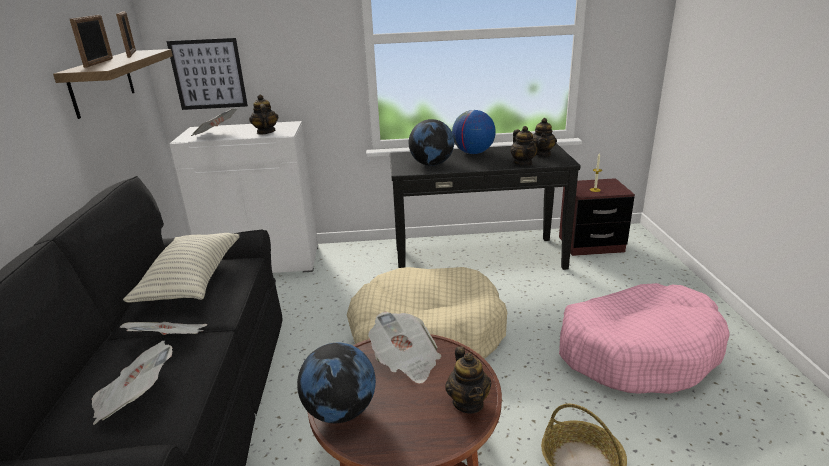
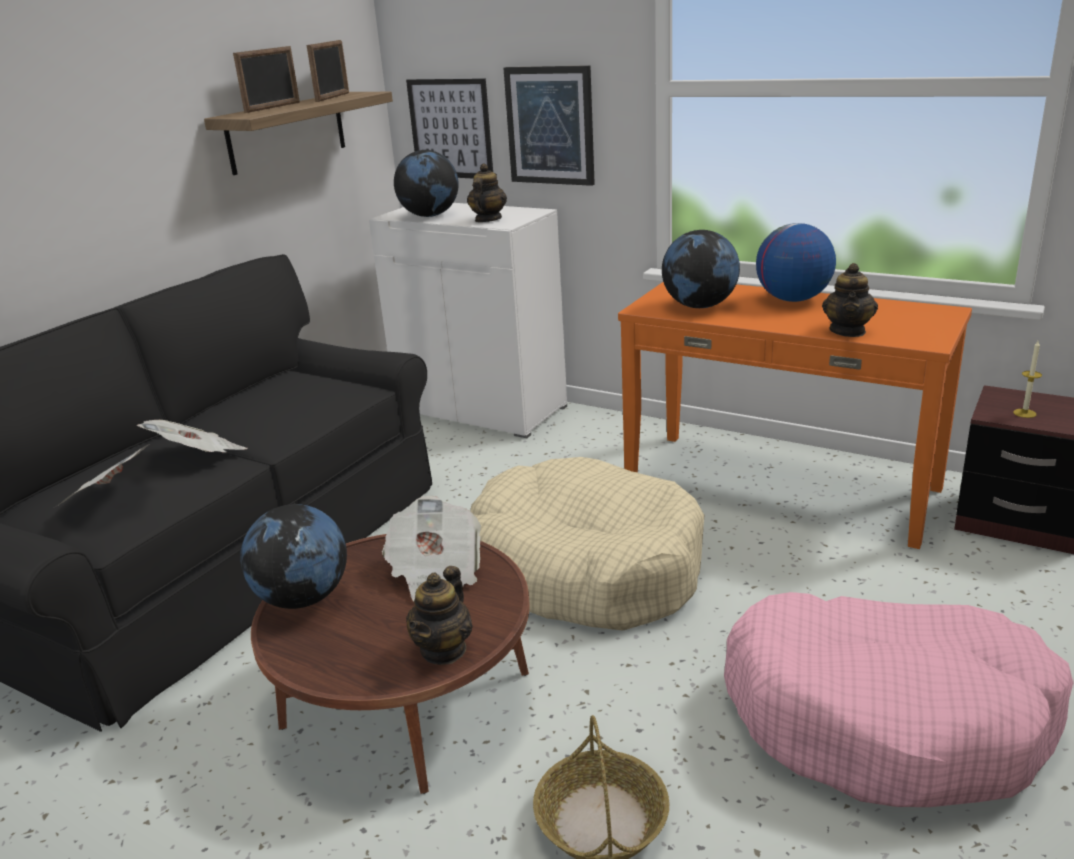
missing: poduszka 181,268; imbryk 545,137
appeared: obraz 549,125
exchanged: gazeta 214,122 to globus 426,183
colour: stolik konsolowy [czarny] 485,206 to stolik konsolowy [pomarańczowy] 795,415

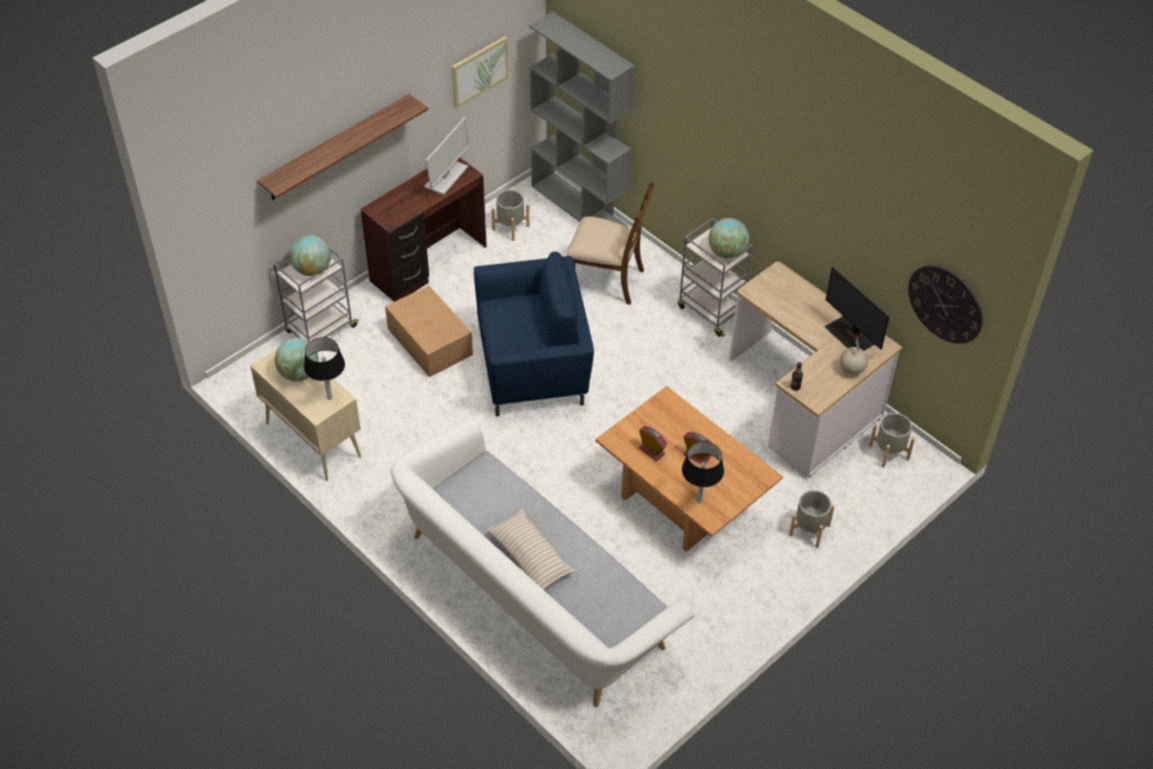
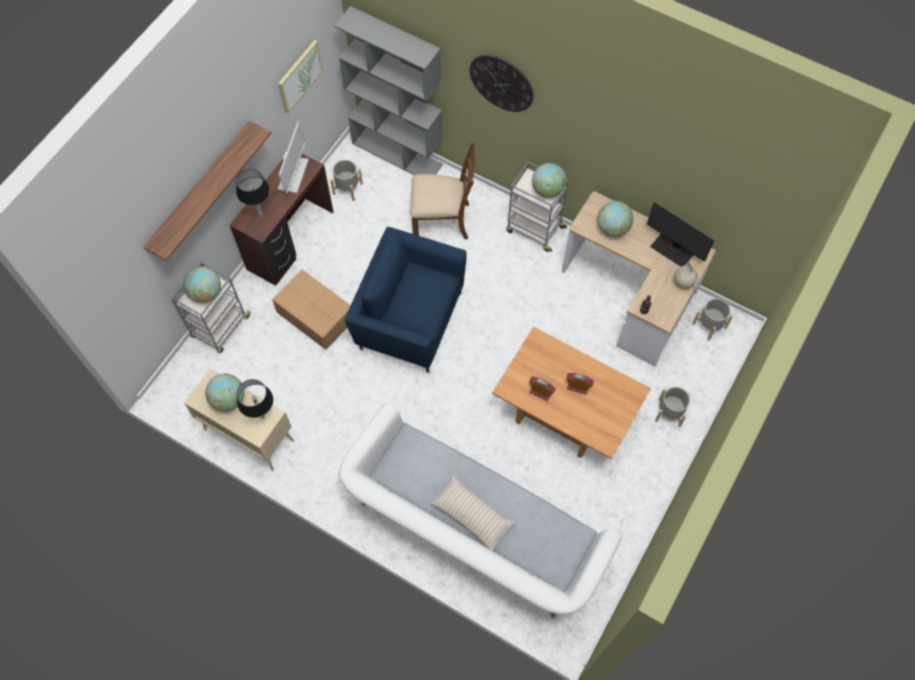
appeared: globus 615,219
relocated: lampa stołowa [czarny] 703,472 to 253,192; zegar ścienny 945,304 to 501,83
spun: fotel [niebieski] 534,334 = 406,300 135 degrees counterclockwise

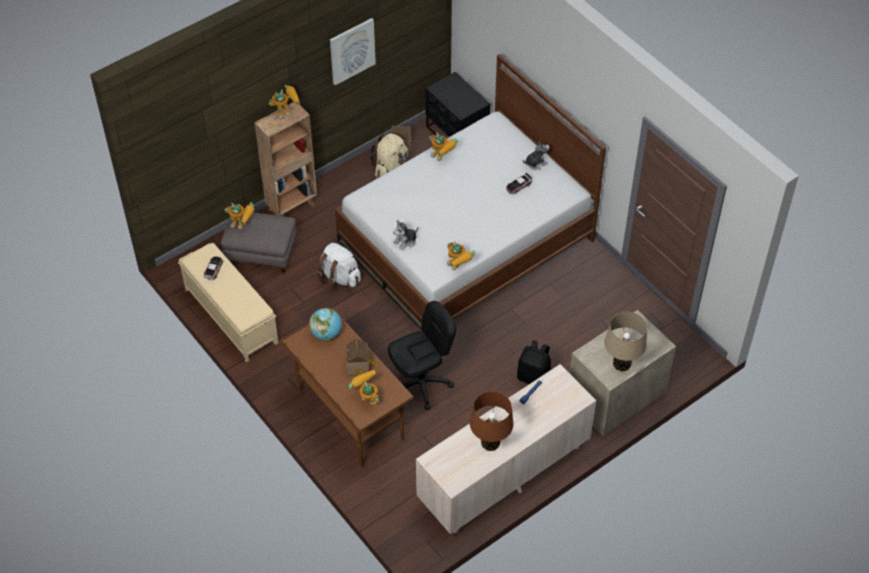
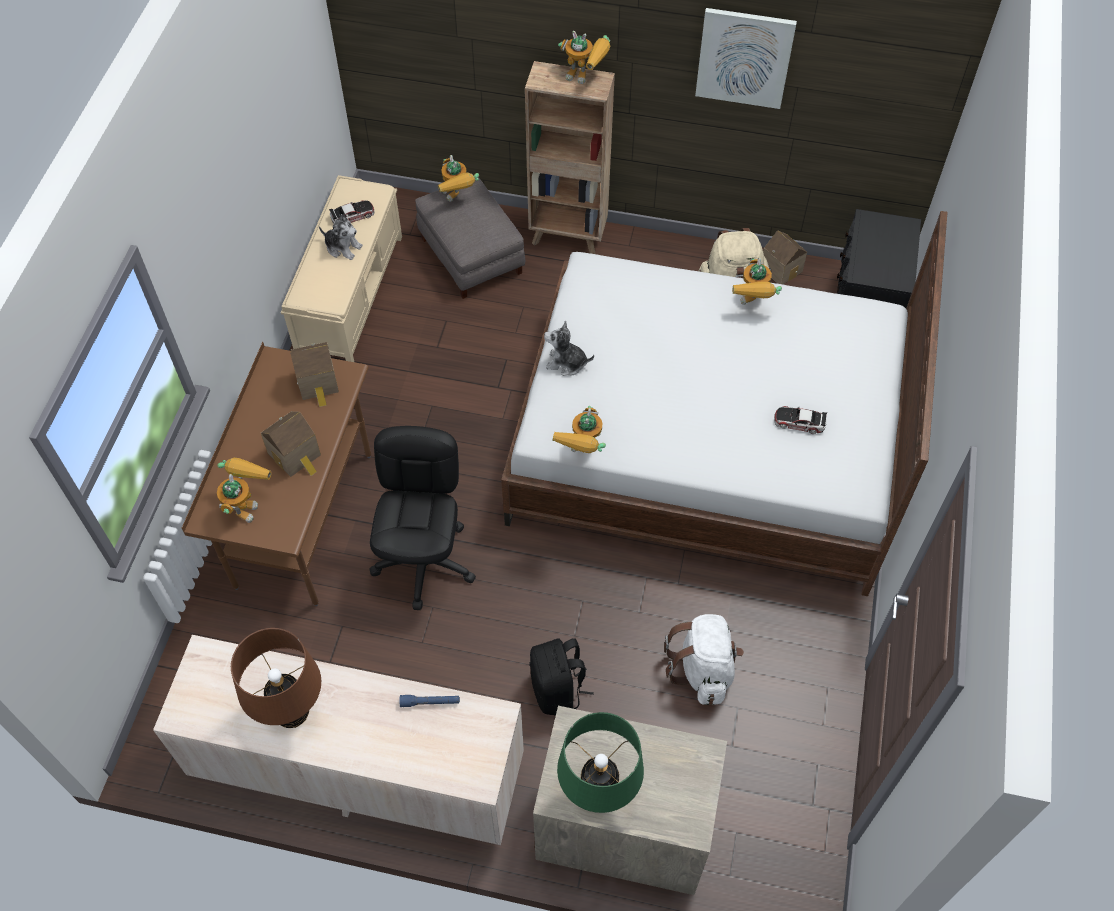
relocated: plecak [biały] 339,266 to 704,660; pluszak 536,155 to 341,237
exchanged: globus 325,324 to domek 314,374
colour: lampa stołowa [beżowy] 625,342 to lampa stołowa [zielony] 600,762
spun: krzesło biurowe [czarny] 422,355 = 422,518 105 degrees counterclockwise

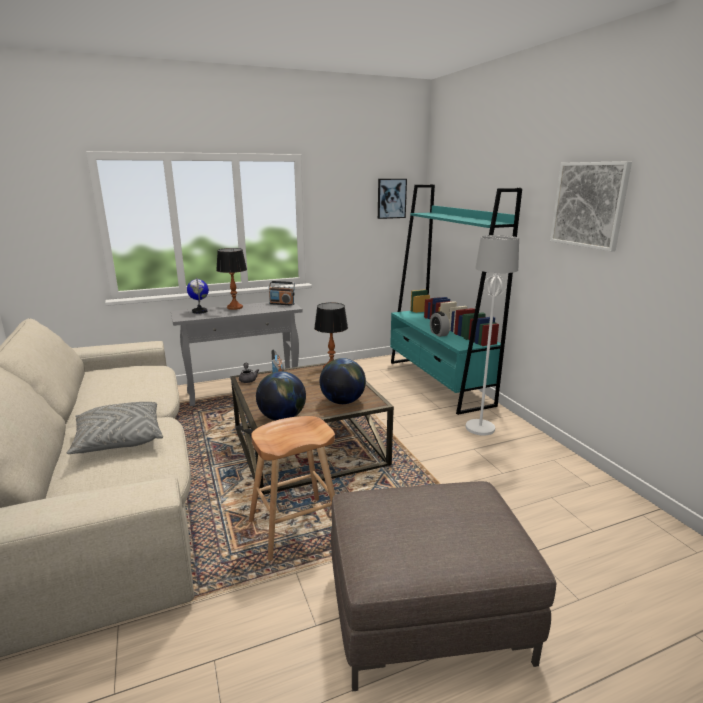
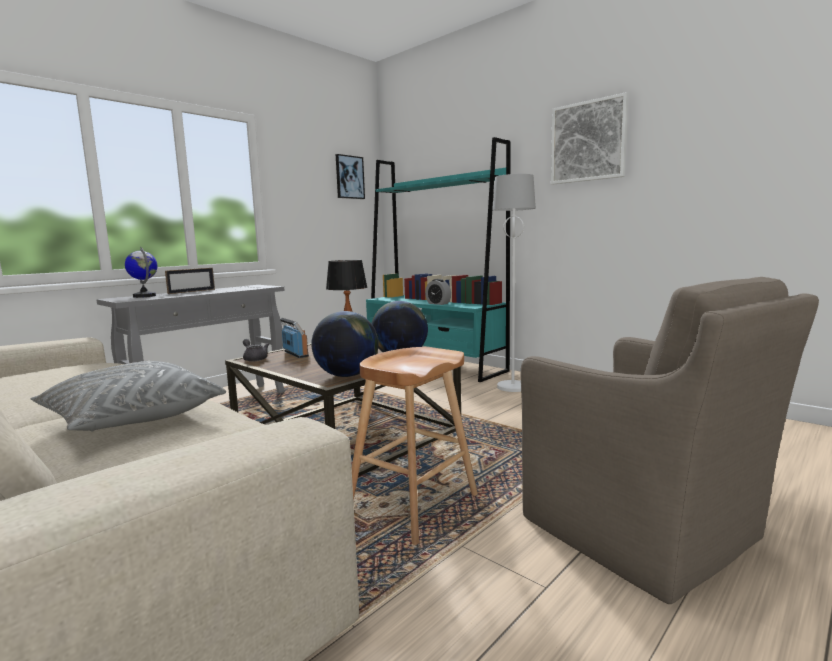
missing: radio 282,293
exchanged: lampa stołowa 231,279 to ramka na zdjęcie 190,281; pufa [brązowy] 443,586 to fotel [brązowy] 670,440

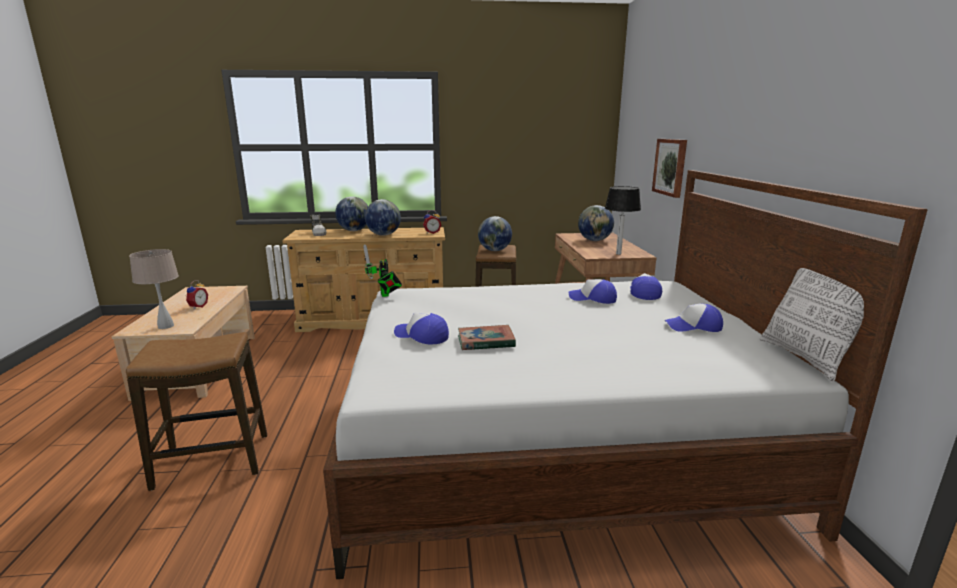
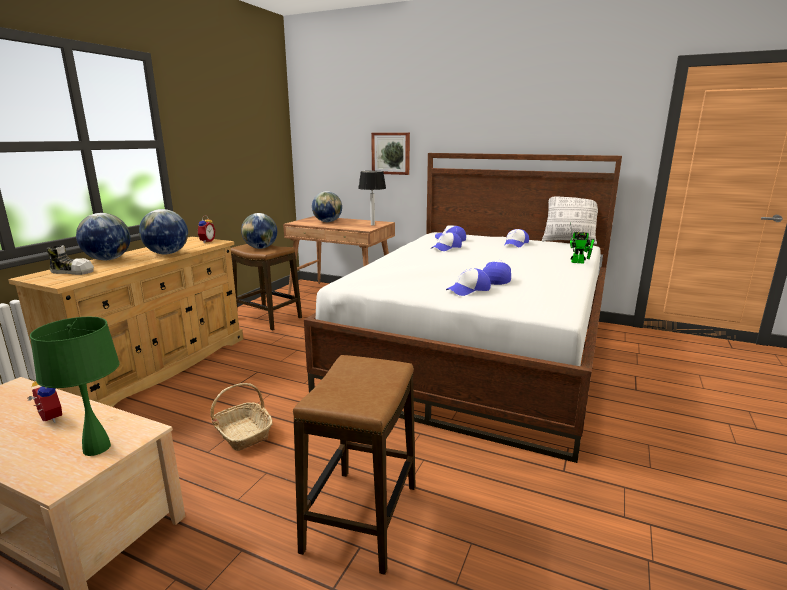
appeared: koszyk 241,417
relocated: robot zabawkowy 382,270 to 582,243
exchanged: książka 487,337 to czapka z daszkiem 497,272
colour: lampa stołowa [beżowy] 154,289 to lampa stołowa [zielony] 75,386

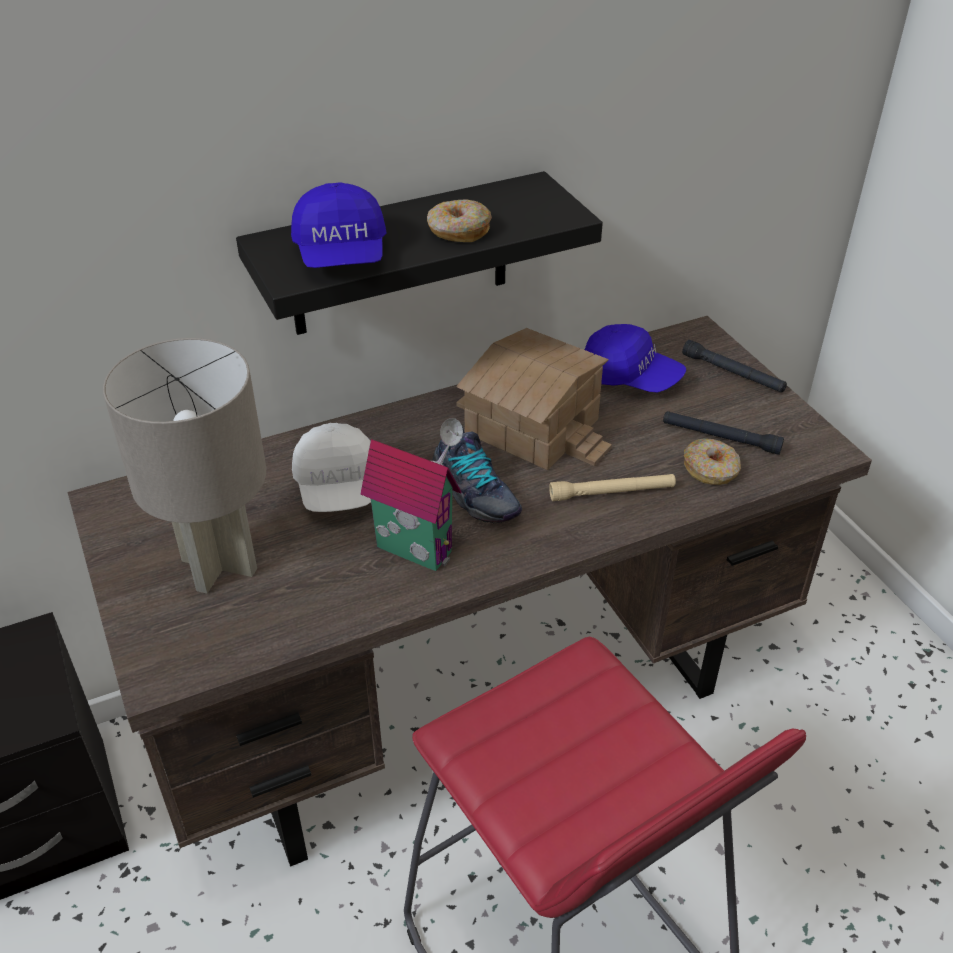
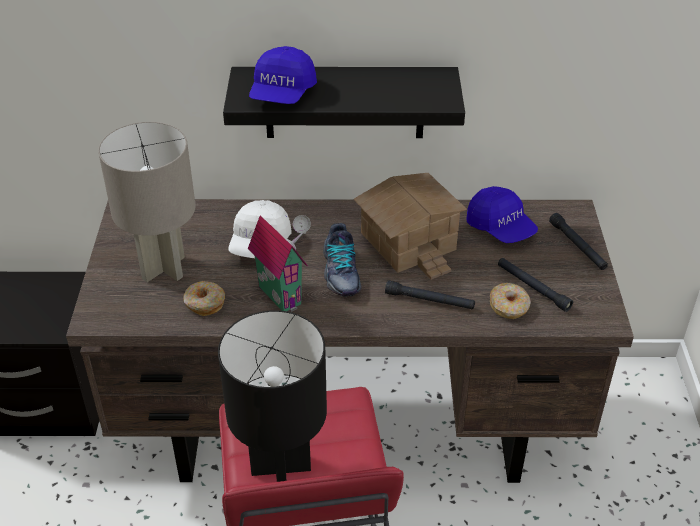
appeared: lampa stołowa [czarny] 272,396
relocated: donut 459,220 to 204,298
colour: latarka [beżowy] 612,487 to latarka [czarny] 430,294

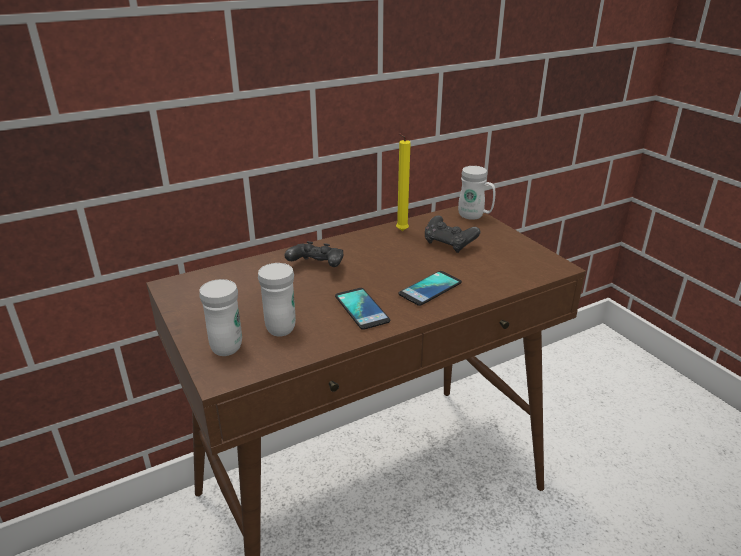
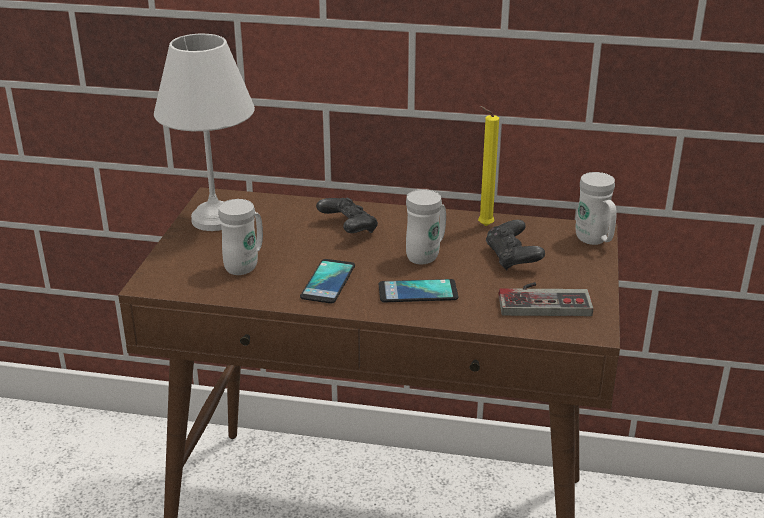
appeared: lampa stołowa [biały] 204,132; pad do gier 546,299
relocated: kubek [biały] 220,317 to 426,227

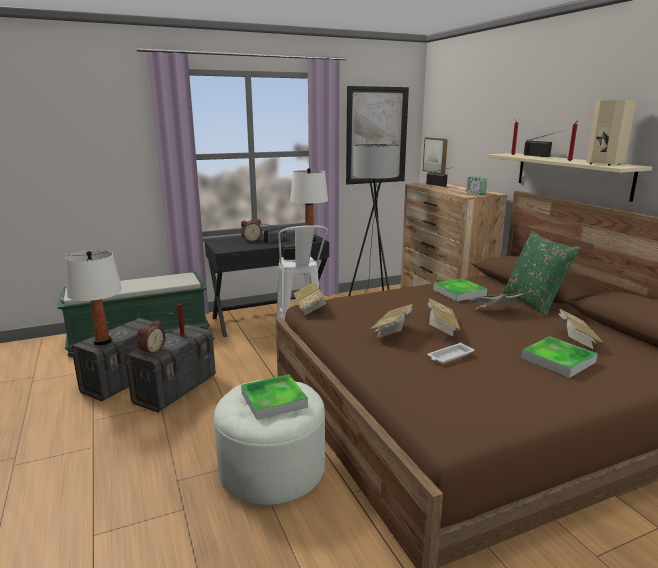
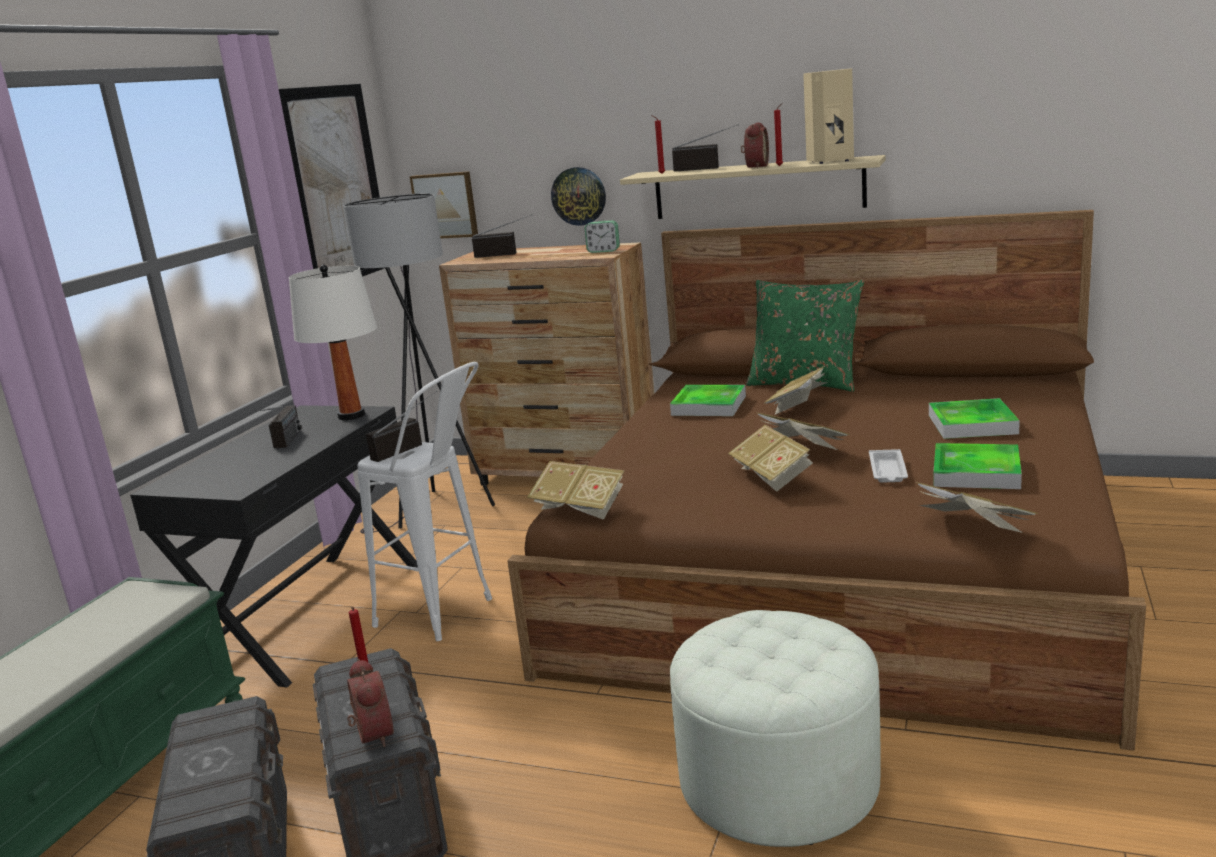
missing: lampa stołowa [biały] 93,297
appeared: zegar ścienny 578,196
relocated: budzik 251,230 to 755,145; taca 274,397 to 977,466; książka 580,329 to 977,507

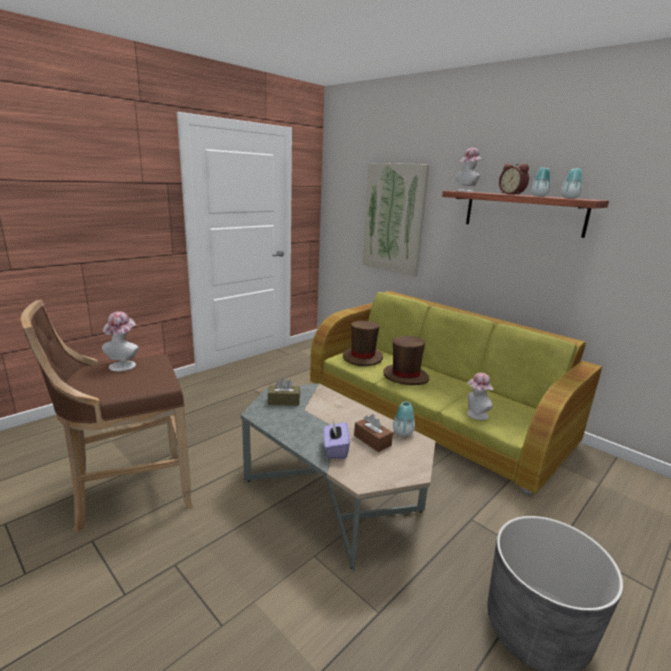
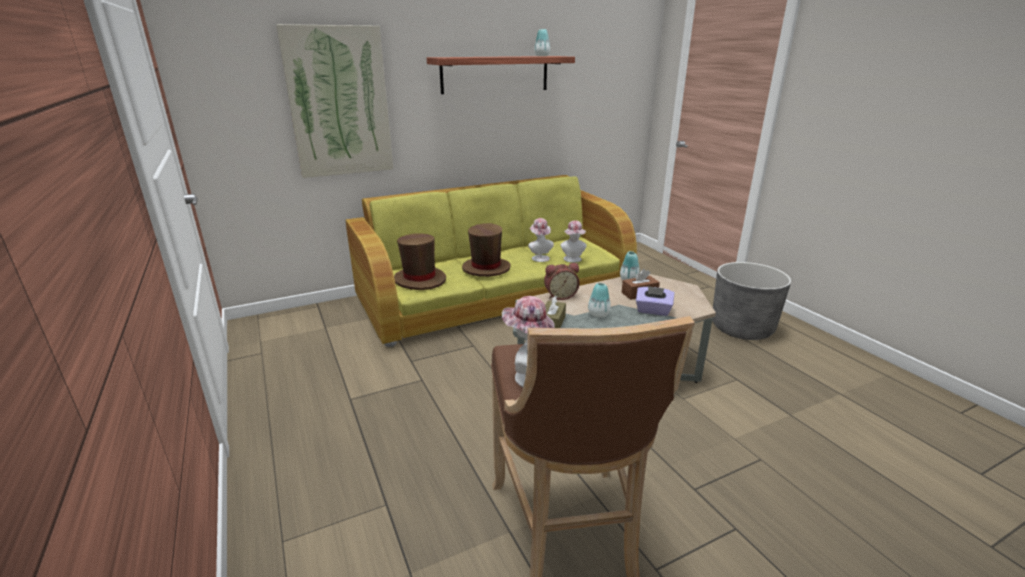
relocated: kapelusz 469,170 to 541,240; budzik 514,179 to 562,281; wazon 540,181 to 599,300

